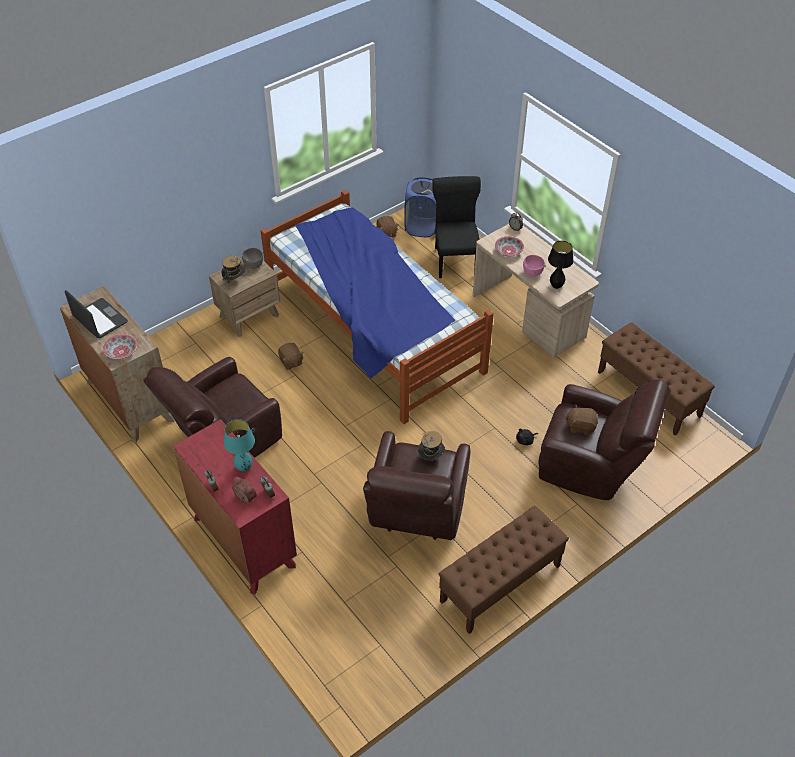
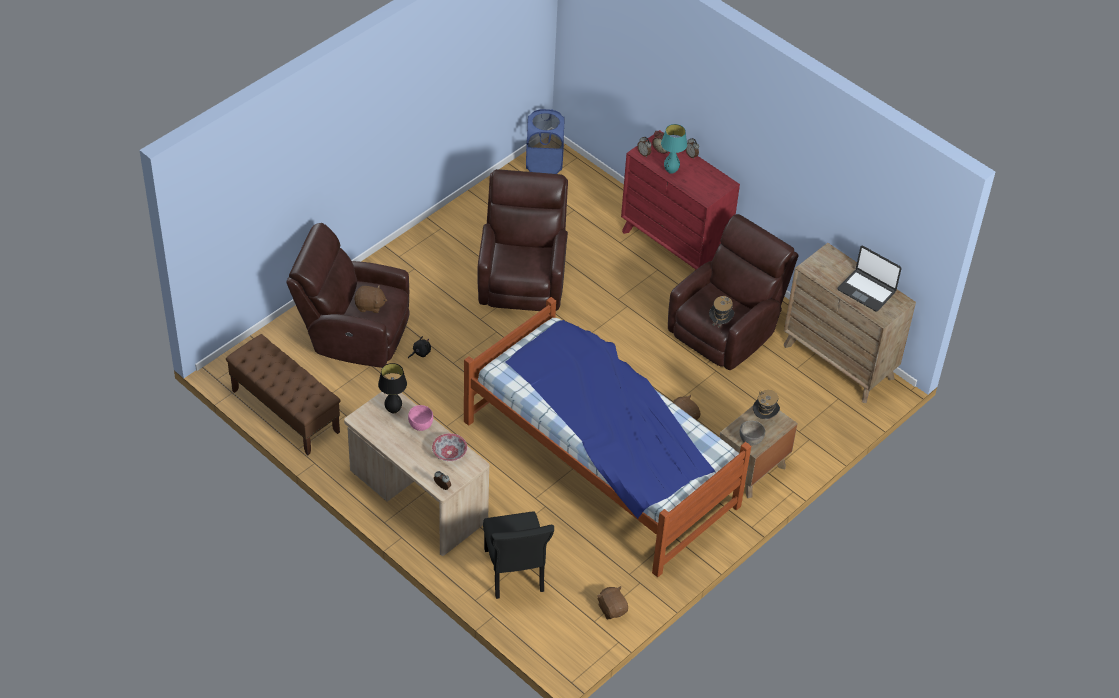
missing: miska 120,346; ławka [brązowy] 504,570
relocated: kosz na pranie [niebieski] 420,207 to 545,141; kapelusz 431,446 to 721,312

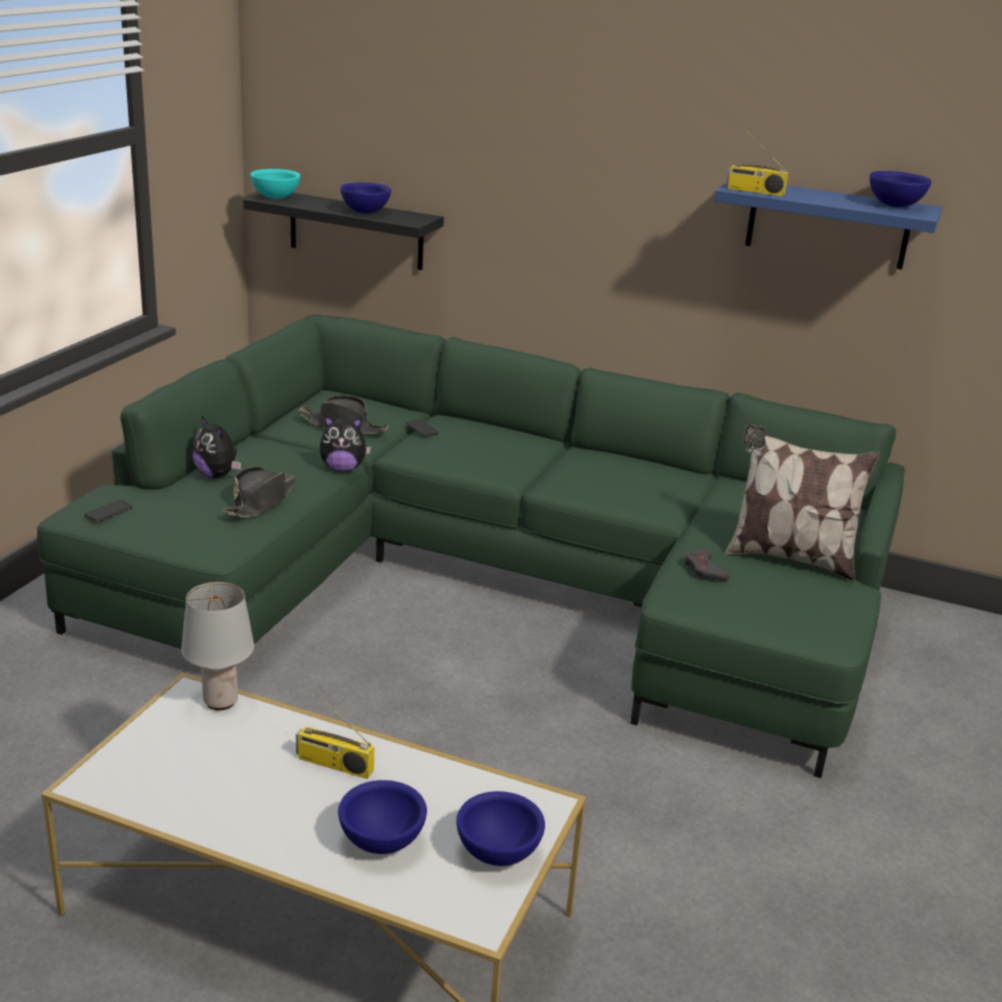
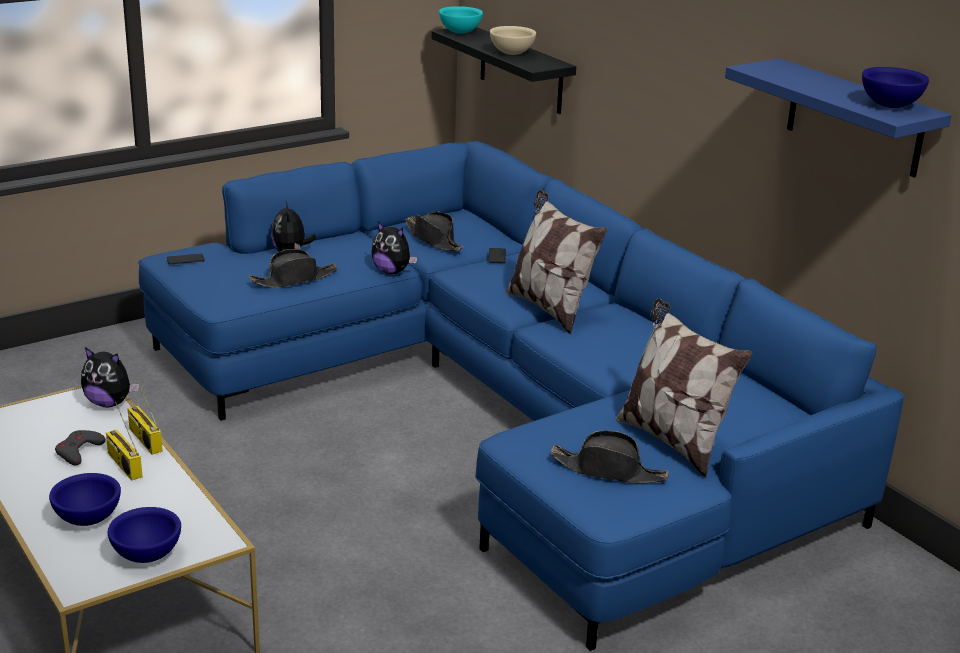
appeared: poduszka 556,262; kapelusz [czarny] 609,457
relocated: pad do gier [szary] 707,565 to 80,447; radio 757,164 to 145,416
exchanged: lampa stołowa [szary] 217,646 to pluszak 110,377
colour: kanapa [zielony] 471,546 to kanapa [niebieski] 521,396; miska [niebieski] 365,198 to miska [beżowy] 513,40

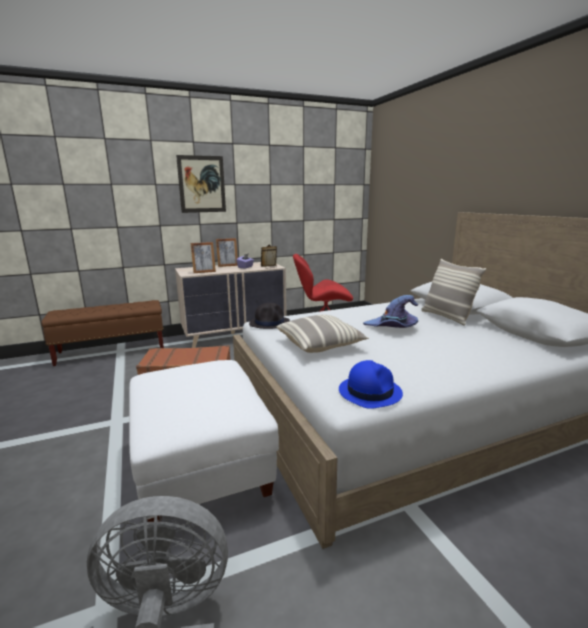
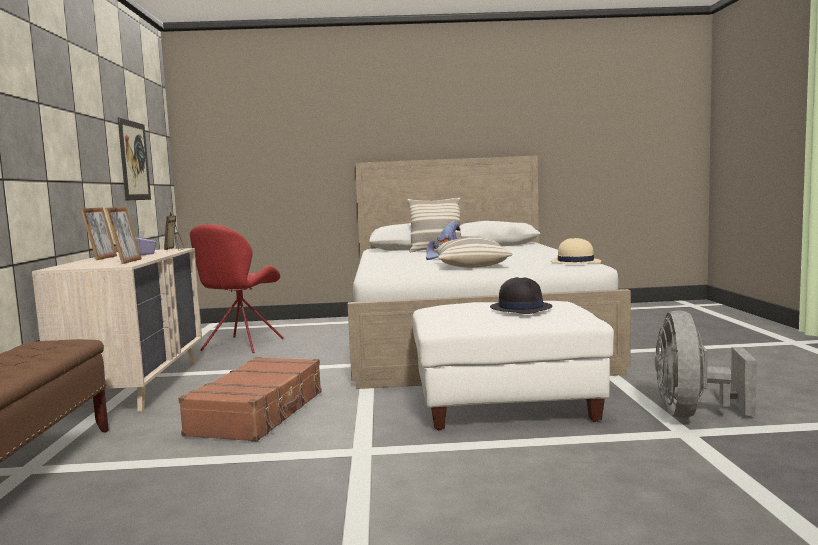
relocated: obraz 201,184 to 134,159; kapelusz [czarny] 269,316 to 521,295
colour: kapelusz [niebieski] 371,384 to kapelusz [beżowy] 576,251

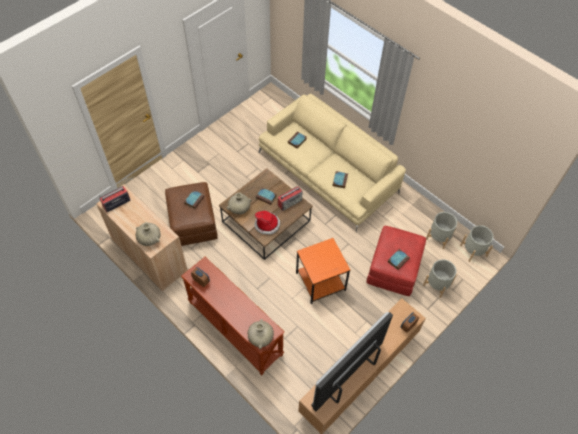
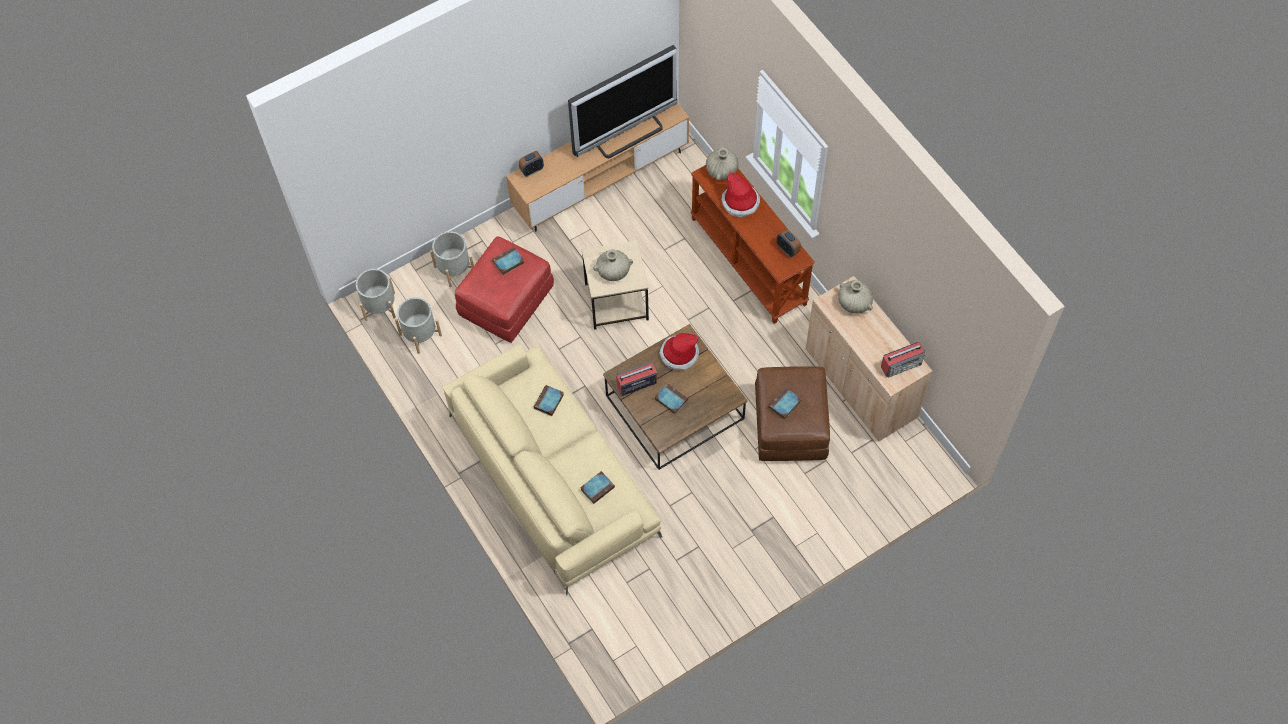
appeared: kapelusz 741,194
relocated: wazon [beżowy] 239,203 to 613,265
colour: stolik [pomarańczowy] 323,271 to stolik [beżowy] 615,285

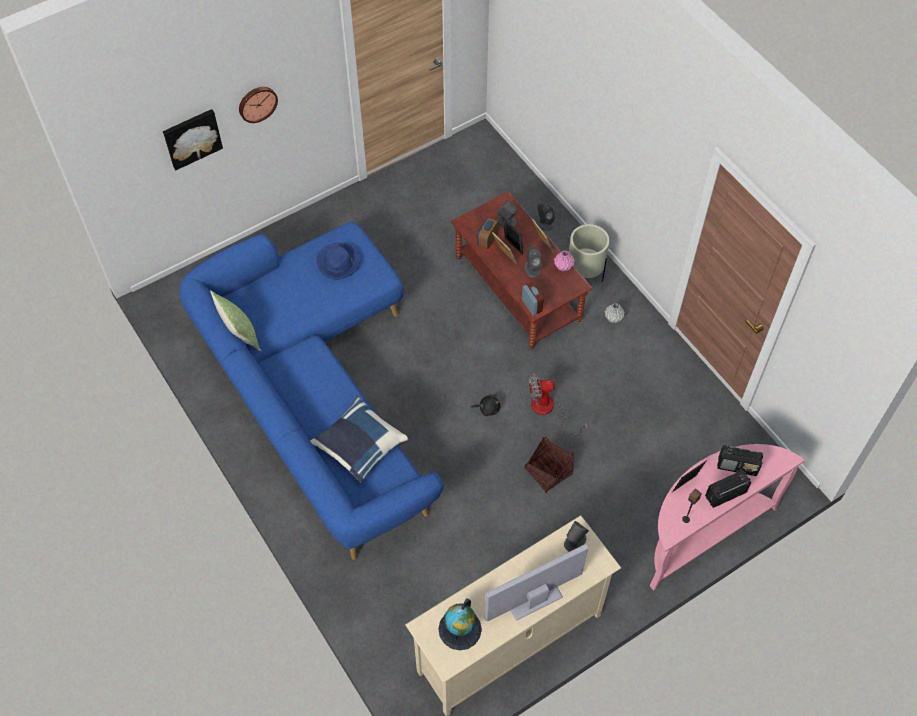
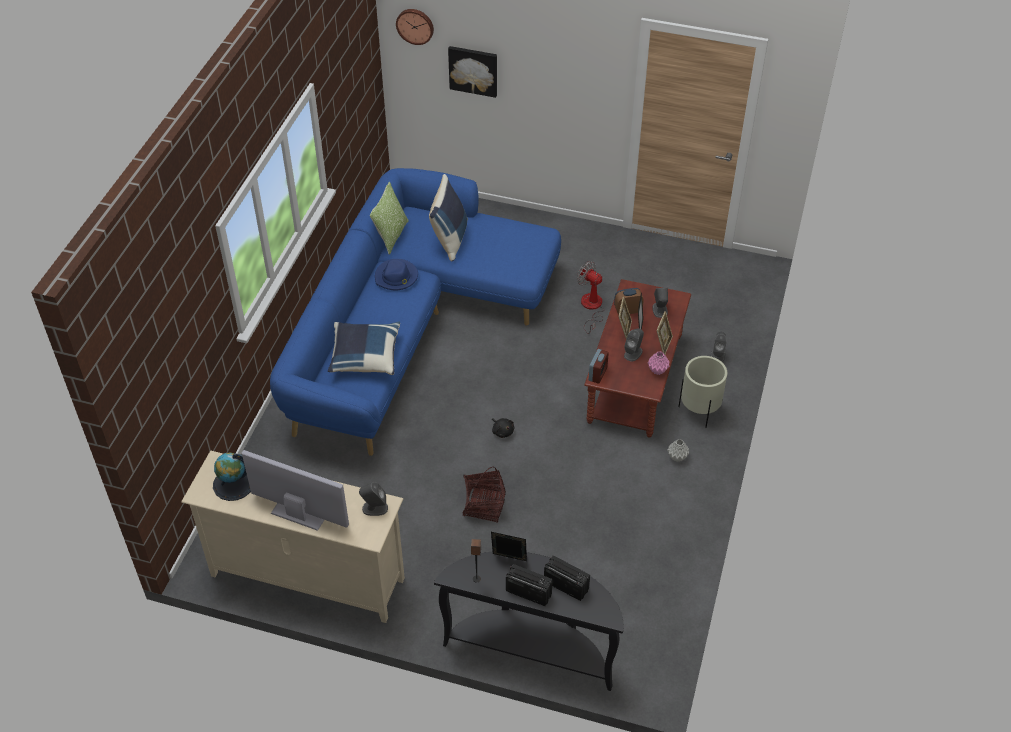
appeared: poduszka [niebieski] 448,218
relocated: zegar ścienny 258,105 to 415,27; kapelusz [niebieski] 338,261 to 396,274; wentylator 558,404 to 590,297
colour: stolik konsolowy [różowy] 727,517 to stolik konsolowy [czarny] 529,621
spun: radio 740,460 = 567,578 150 degrees clockwise

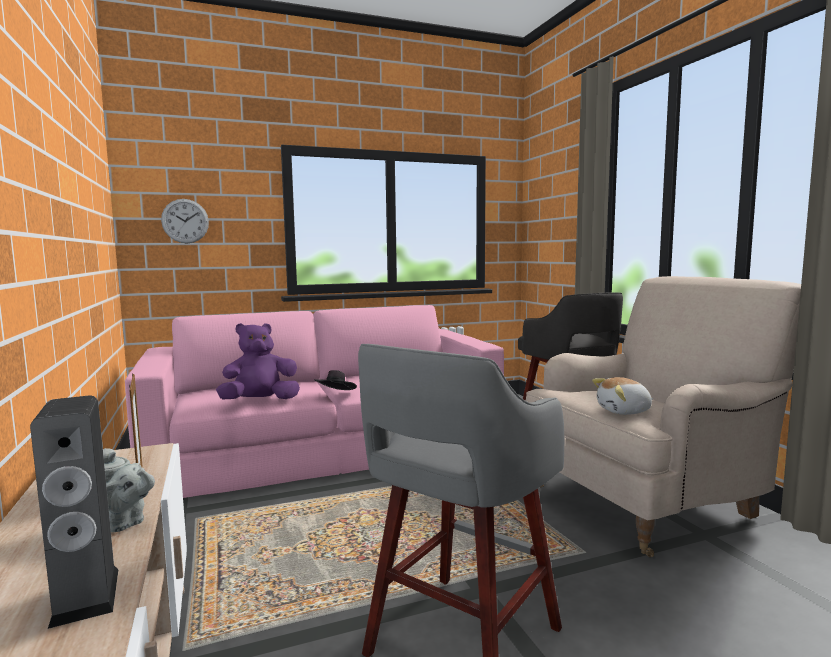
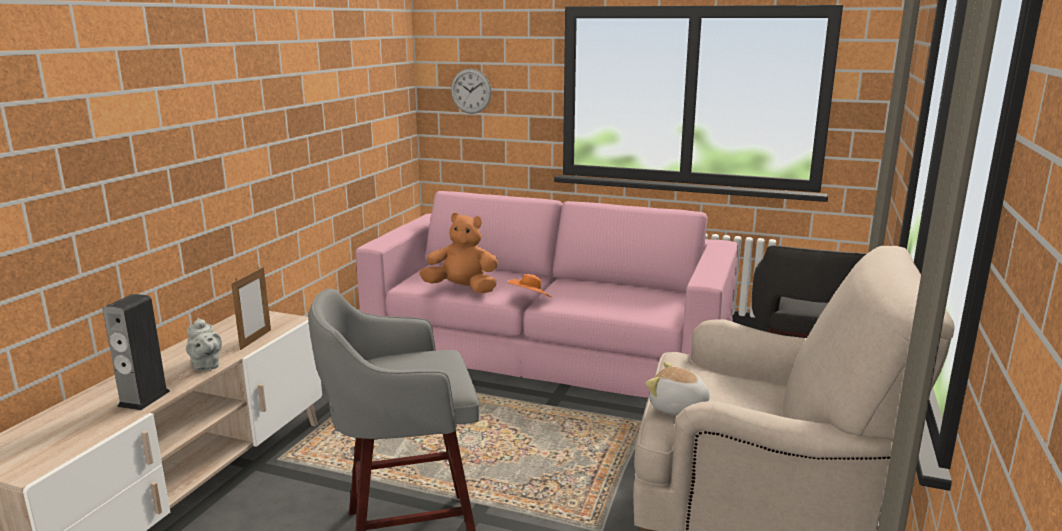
colour: pluszak [fioletowy] 258,361 to pluszak [pomarańczowy] 458,253; kapelusz [czarny] 335,380 to kapelusz [pomarańczowy] 529,285

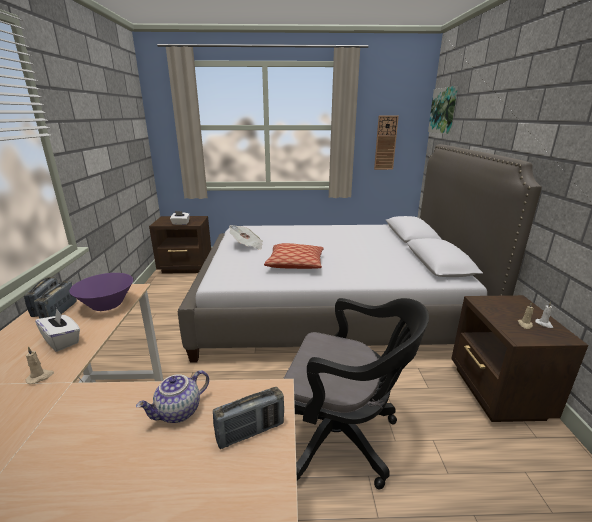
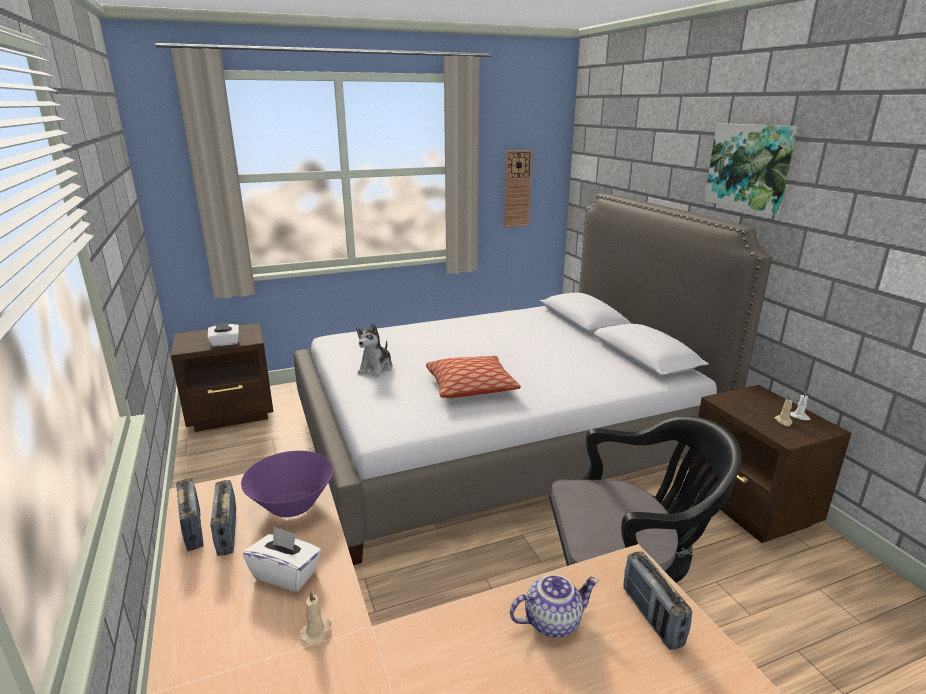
relocated: obraz 443,110 to 751,169
exchanged: gazeta 246,237 to pluszak 374,350
spun: imbryk 172,396 = 554,605 135 degrees counterclockwise; radio 248,418 = 657,600 120 degrees clockwise

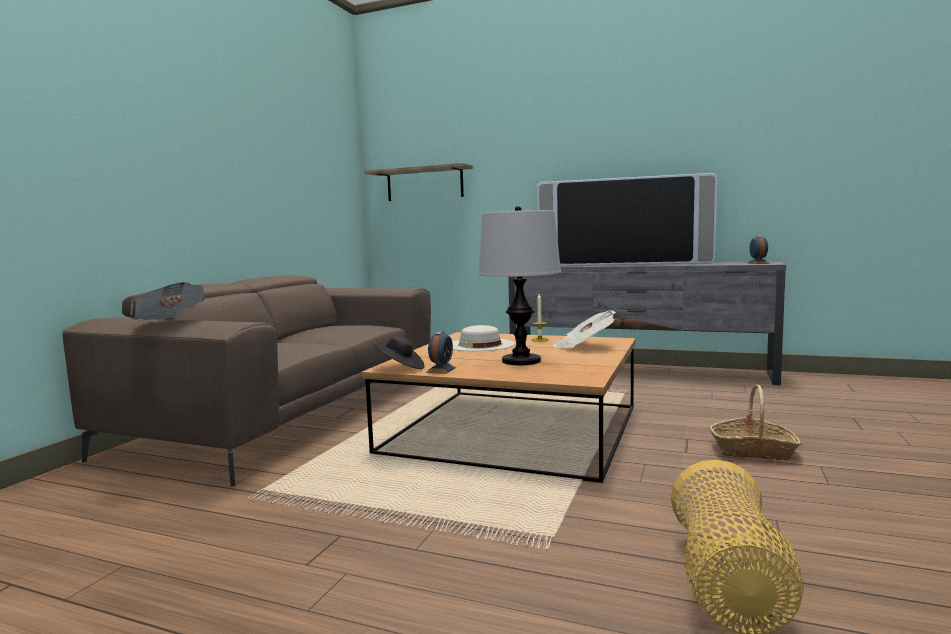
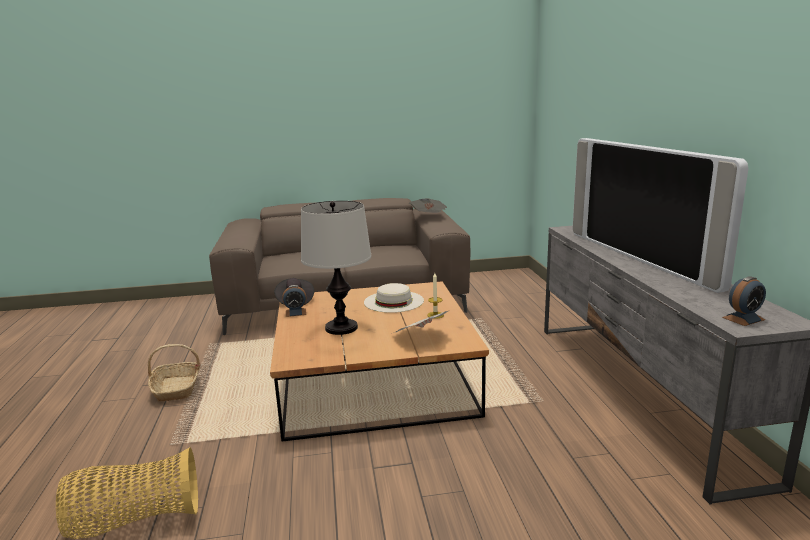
missing: półka 418,182
relocated: gazeta 167,301 to 428,206; koszyk 755,422 to 174,373

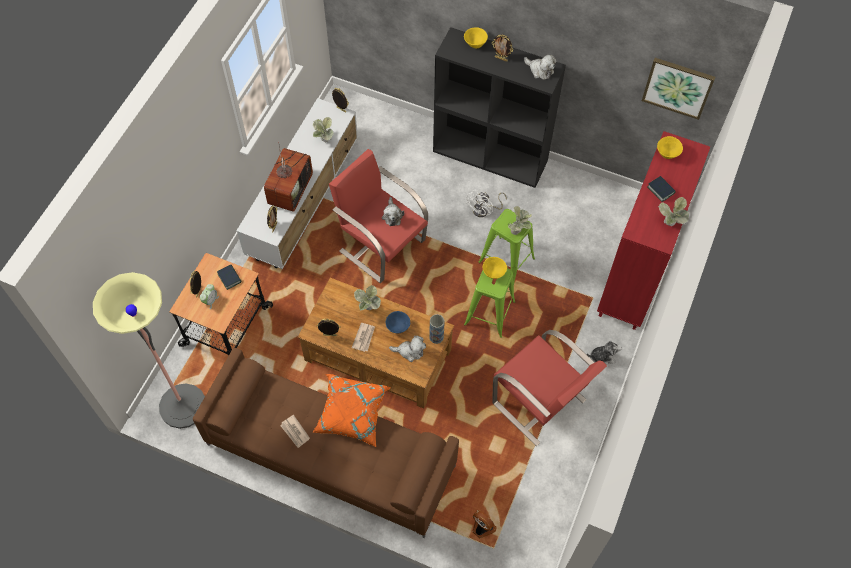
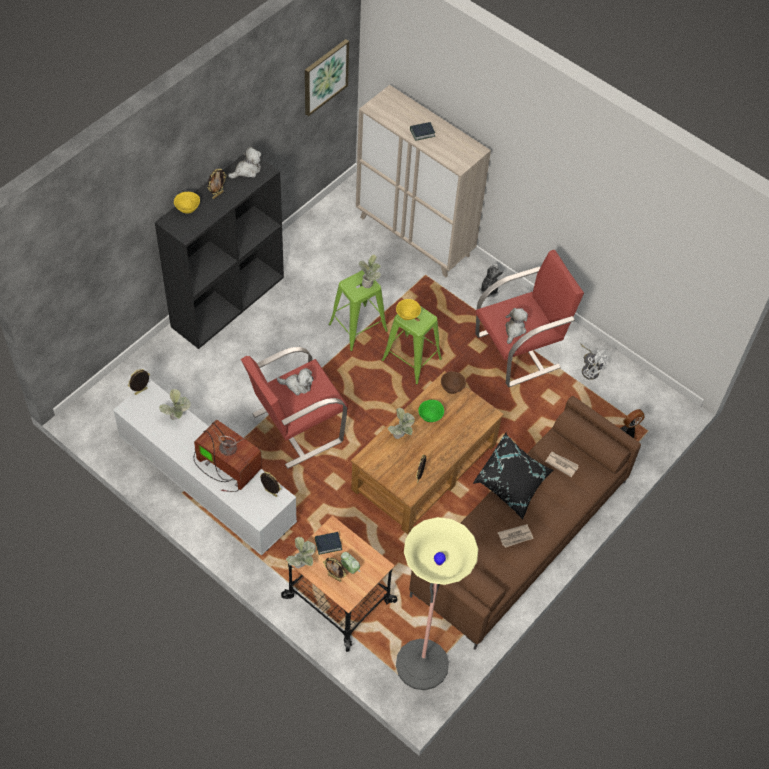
missing: miska [żółty] 670,147
relocated: gazeta 363,337 to 562,464; pluszak 407,349 to 516,326; wentylator [biały] 486,203 to 595,361; roślina doniczkowa 673,211 to 301,553
exchanged: wazon 437,329 to miska [brązowy] 453,382
colour: poduszka [pomarańczowy] 352,410 to poduszka [czarny] 513,476; miska [niebieski] 398,322 to miska [zielony] 431,411; szafka [czerwony] 653,230 to szafka [beżowy] 423,181

